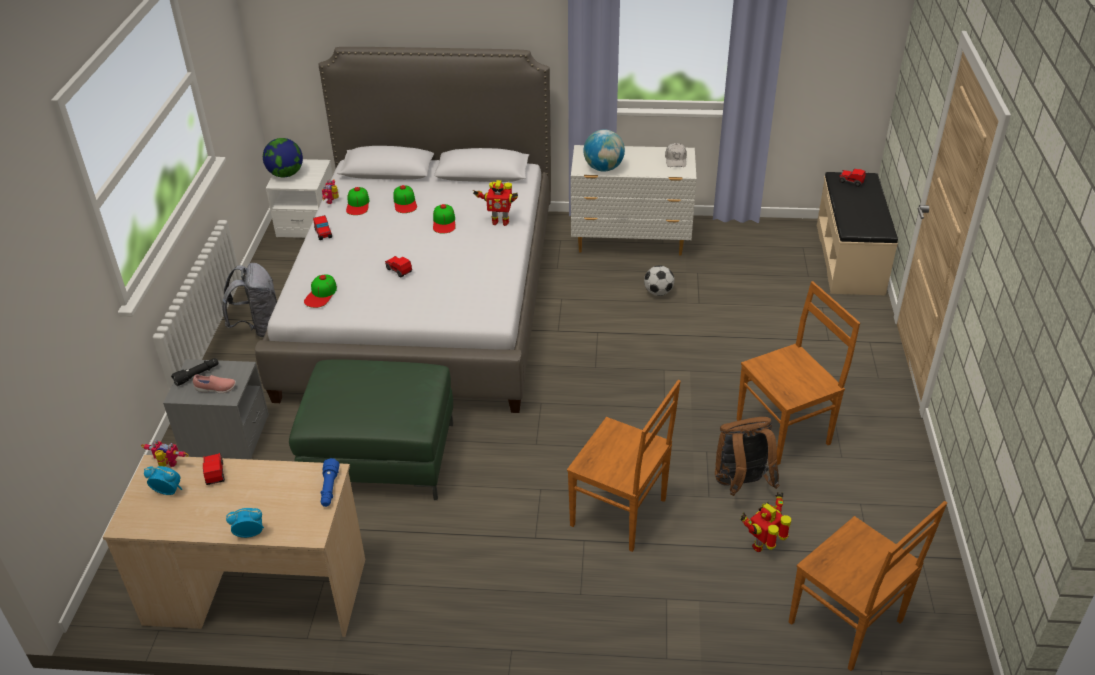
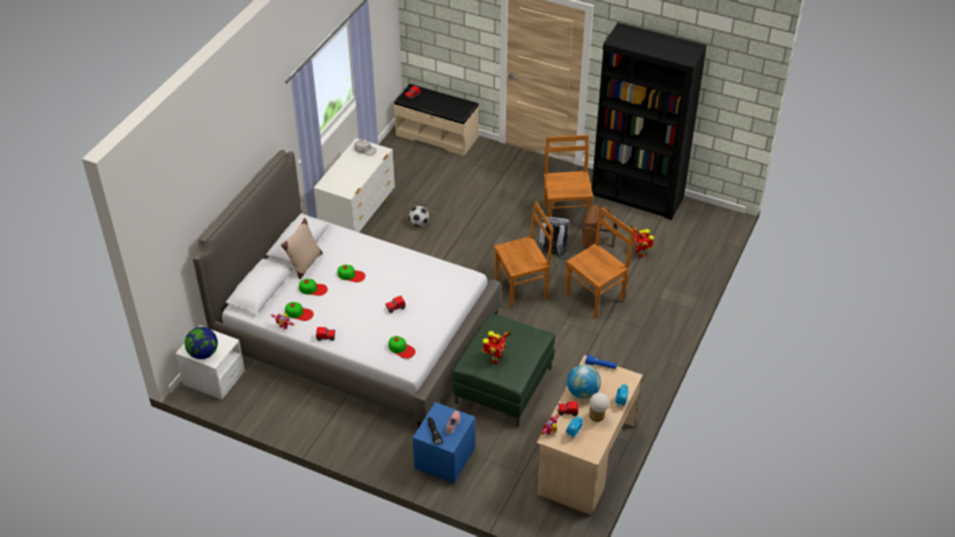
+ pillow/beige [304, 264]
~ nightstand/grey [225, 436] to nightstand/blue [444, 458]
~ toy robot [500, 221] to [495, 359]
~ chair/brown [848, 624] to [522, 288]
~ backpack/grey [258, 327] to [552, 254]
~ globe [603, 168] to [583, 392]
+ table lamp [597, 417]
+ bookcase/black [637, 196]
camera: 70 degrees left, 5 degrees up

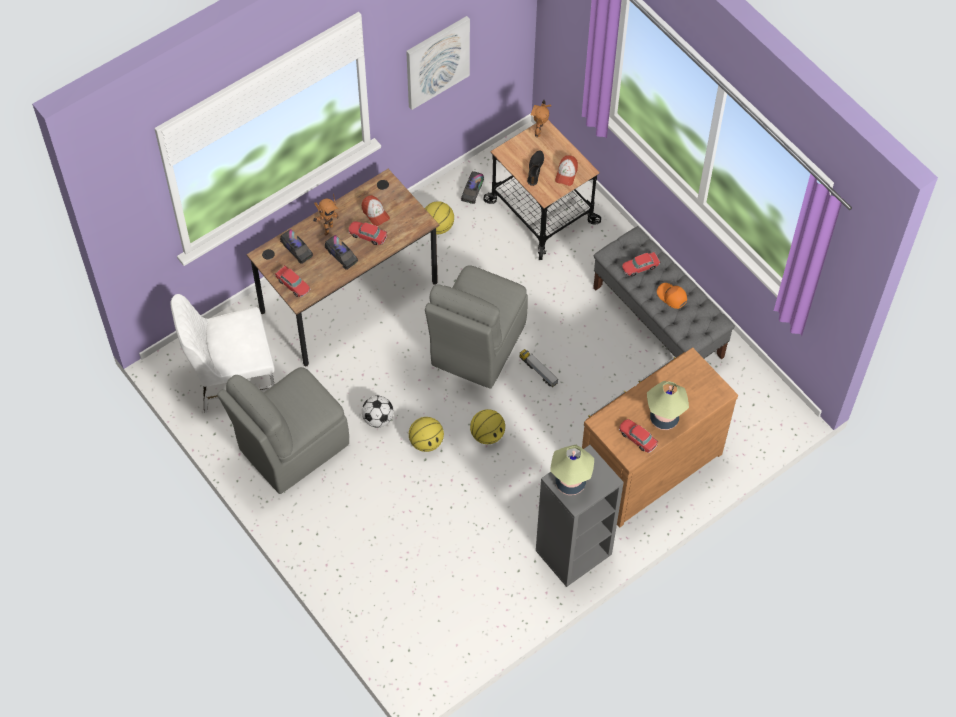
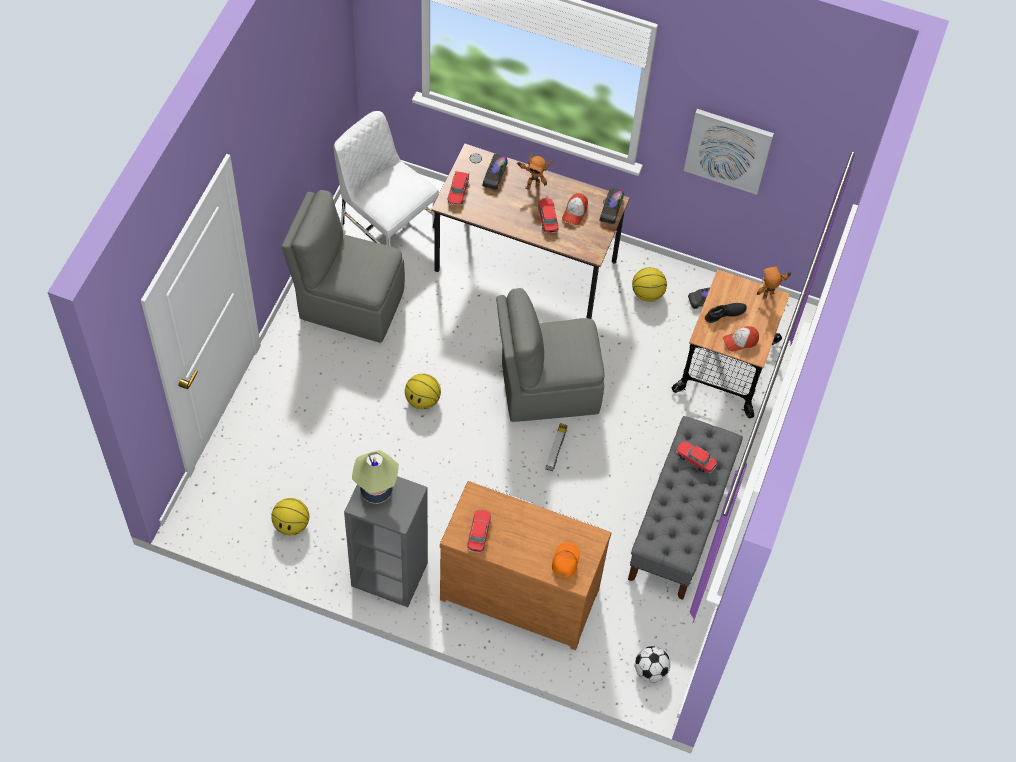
~ basketball [487, 434] to [292, 524]
~ cap/orange [671, 297] to [565, 561]
~ toy truck [341, 255] to [611, 210]
~ football [378, 419] to [650, 670]
- table lamp [664, 418]
camera: 55 degrees right, 0 degrees up

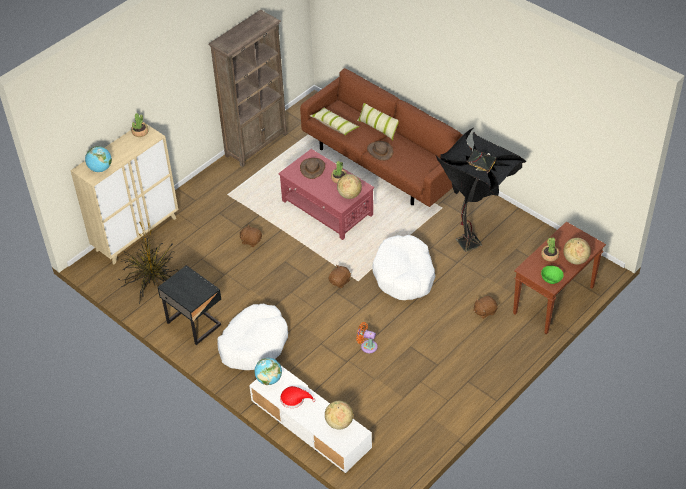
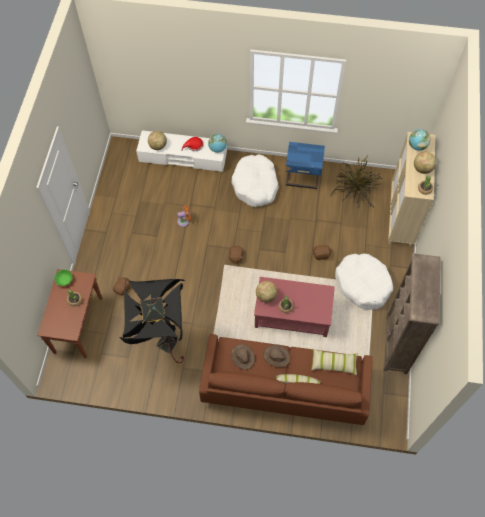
~ hat/brown [312, 168] to [242, 357]
~ nightstand/black [195, 323] to nightstand/blue [302, 178]
~ dog bed/white [404, 275] to [362, 284]
~ globe [575, 260] to [422, 169]
camera: 145 degrees right, 15 degrees up

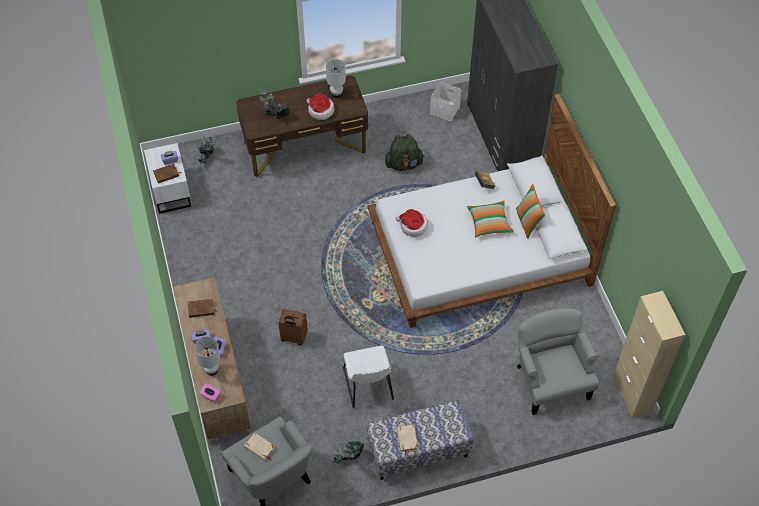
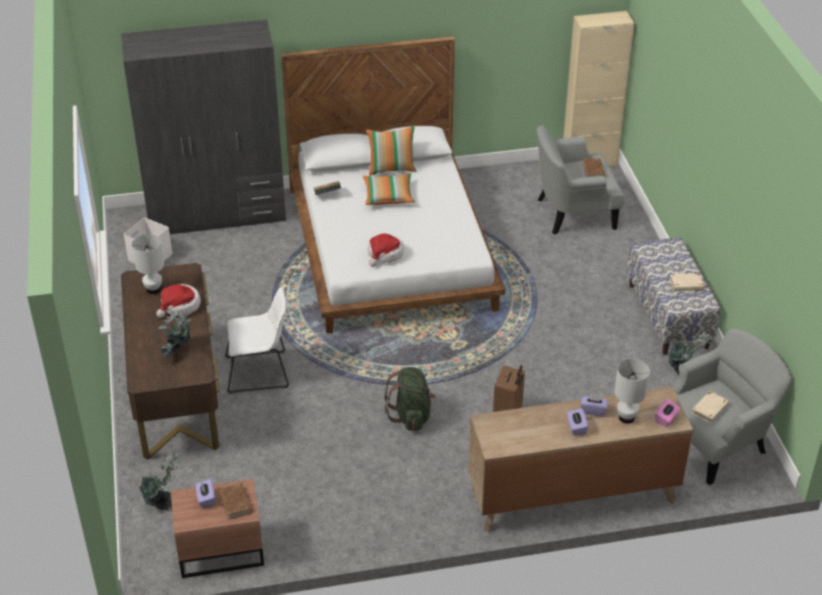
~ nightstand/white [171, 190] to nightstand/brown [219, 550]
~ chair/white [368, 386] to [260, 372]
~ backpack/green [404, 164] to [411, 415]
~ book/brown [201, 309] to [593, 170]
camera: 85 degrees left, 15 degrees down

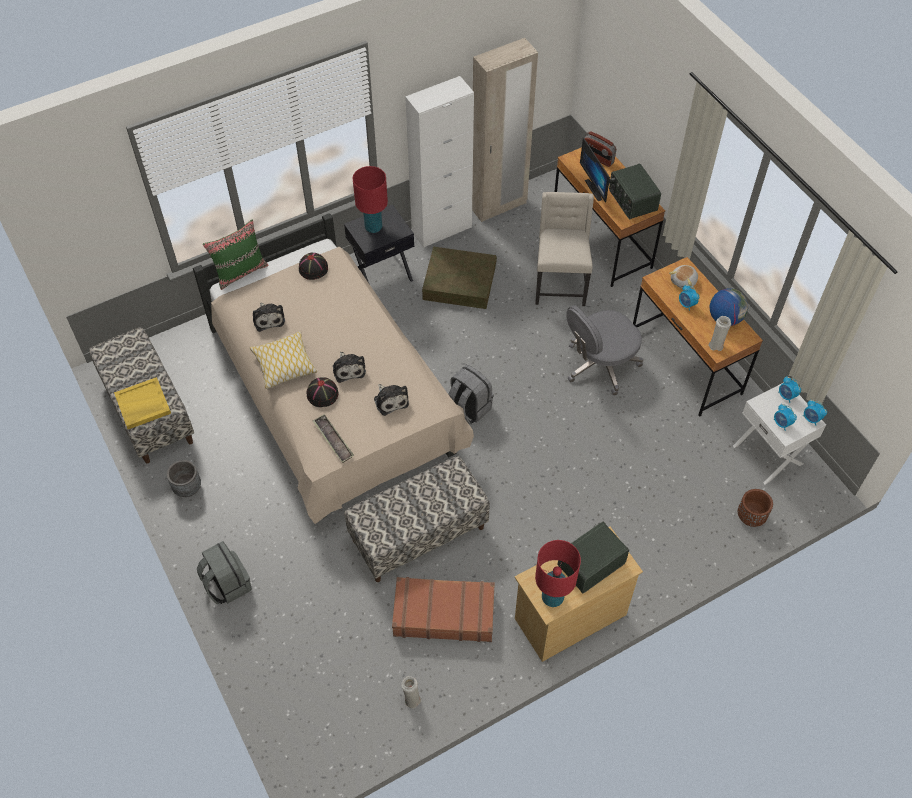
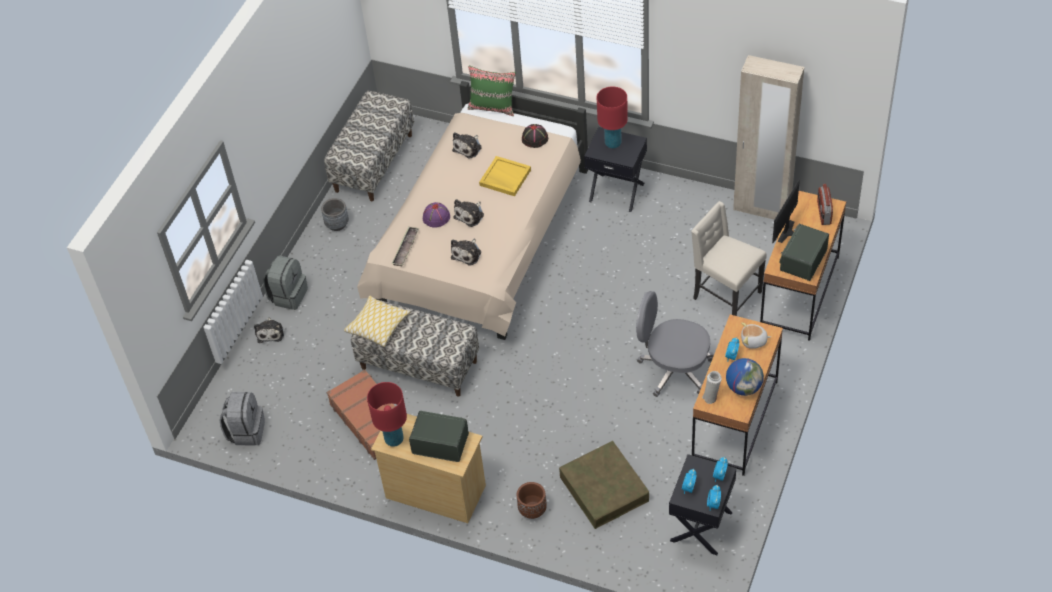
~ backpack/grey [468, 408] to [246, 431]
+ plush toy [270, 332]
~ pillow [284, 365] to [378, 326]
~ hat/black [322, 394] to hat/purple [436, 217]
~ tray/yellow [142, 405] to [504, 178]
~ planter/brown [750, 517] to [532, 510]
~ storage box/brown [459, 282] to [604, 489]
~ nightstand/white [768, 454] to nightstand/black [702, 527]
~ chair/beige [559, 285] = [725, 296] 105 degrees counterclockwise
- vase/white [411, 699]
- cabinet/white [441, 229]
camera: 55 degrees right, 5 degrees down

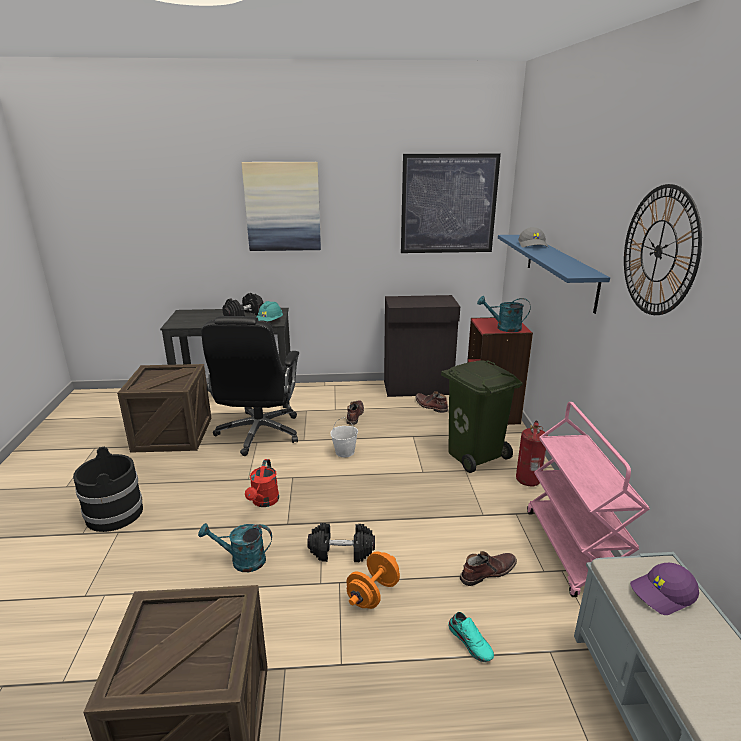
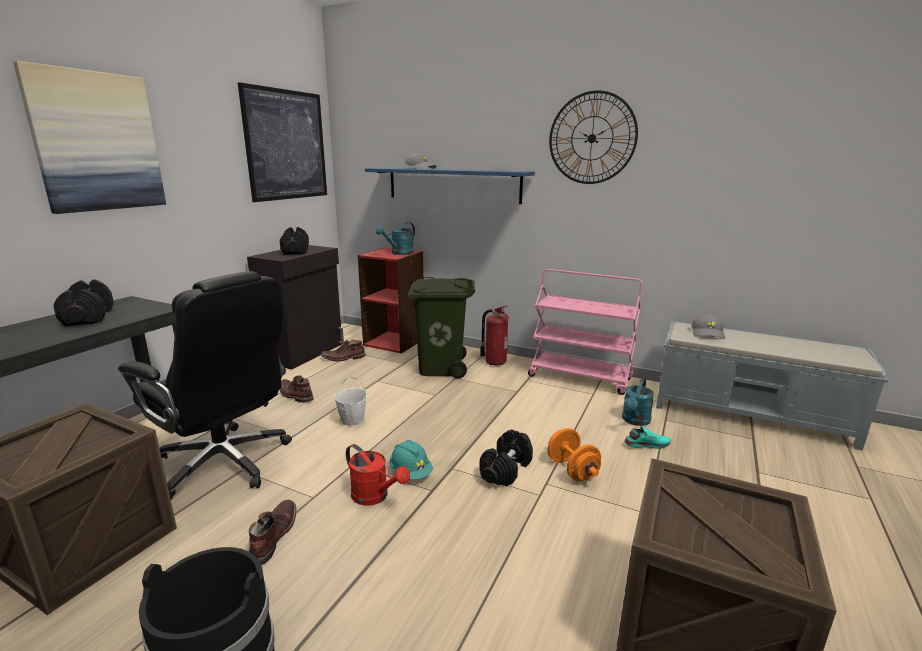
~ boot/brown [487, 572] to [273, 536]
+ dumbbell/black [295, 251]
~ hard hat/turquoise [270, 322] to [410, 473]
~ watering can/turquoise [242, 561] to [635, 421]
~ cap/purple [663, 594] to cap/grey [708, 333]
camera: 60 degrees left, 5 degrees down

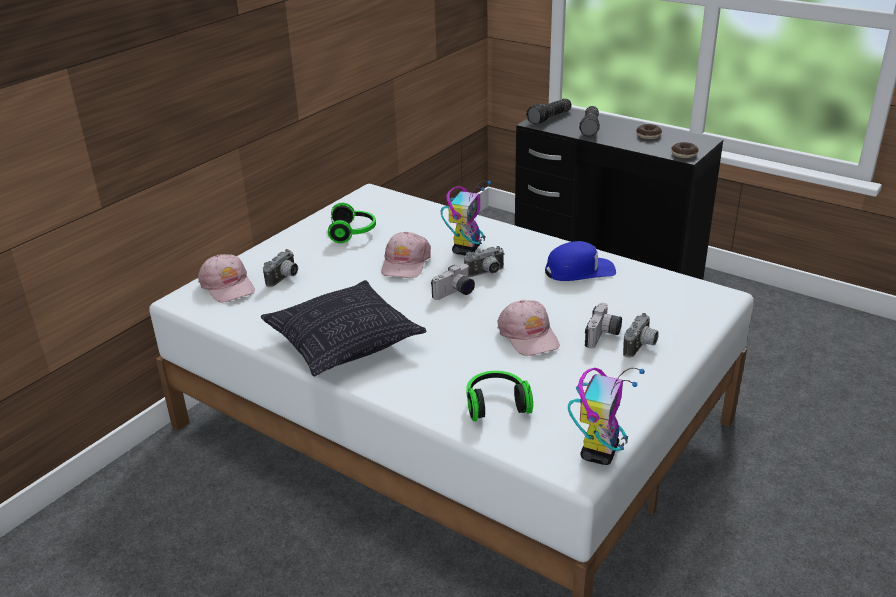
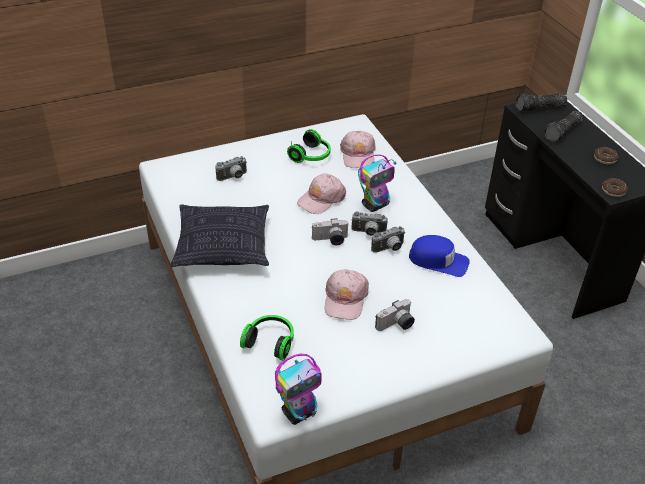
~ cap/pink [228, 286] to [358, 155]
~ photo camera [641, 347] to [389, 249]
camera: 30 degrees right, 10 degrees up

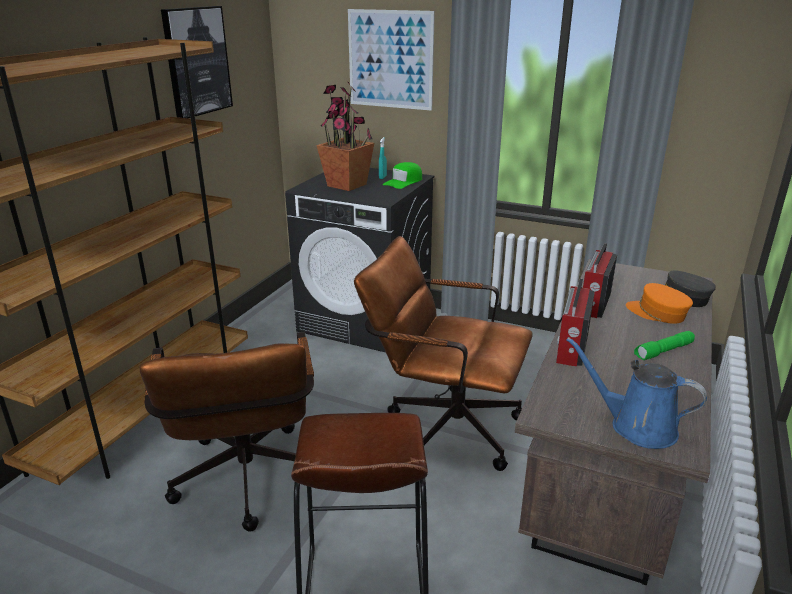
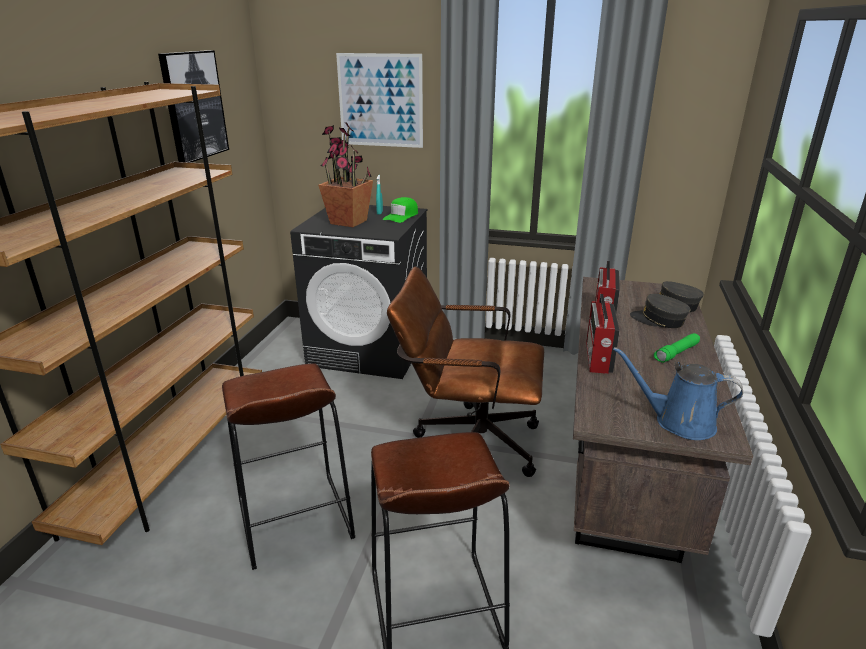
~ office chair/brown [247, 485] to stool/brown [294, 520]
~ cap/orange [657, 313] to cap/grey [658, 320]
camera: 10 degrees left, 0 degrees up

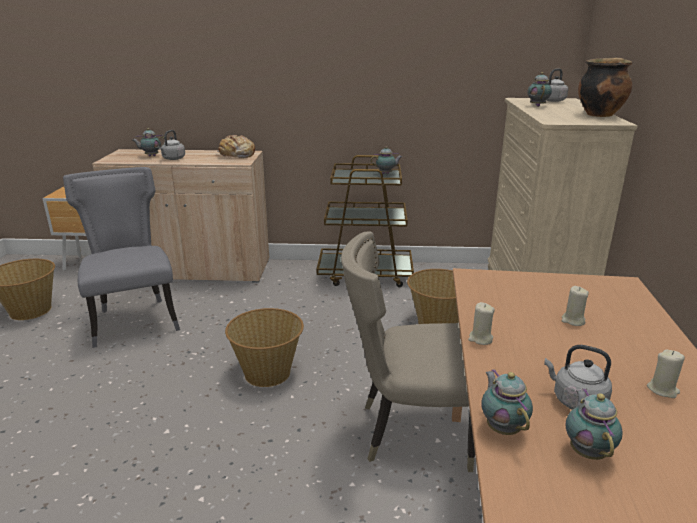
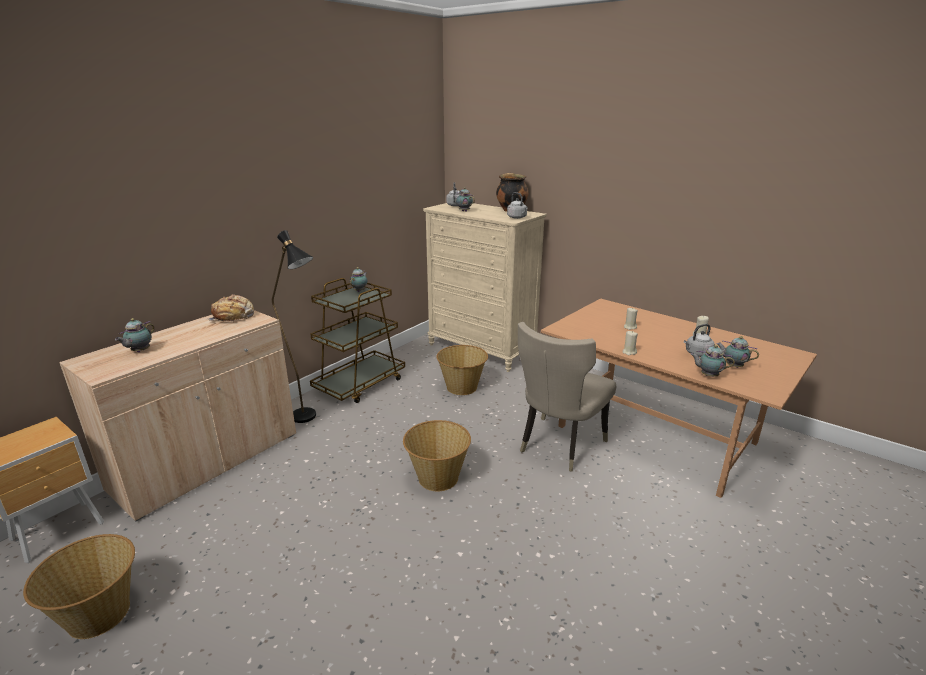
+ floor lamp/black [309, 419]
~ kettle/grey [173, 159] to [517, 217]
- chair/grey [135, 320]
camera: 55 degrees left, 0 degrees up

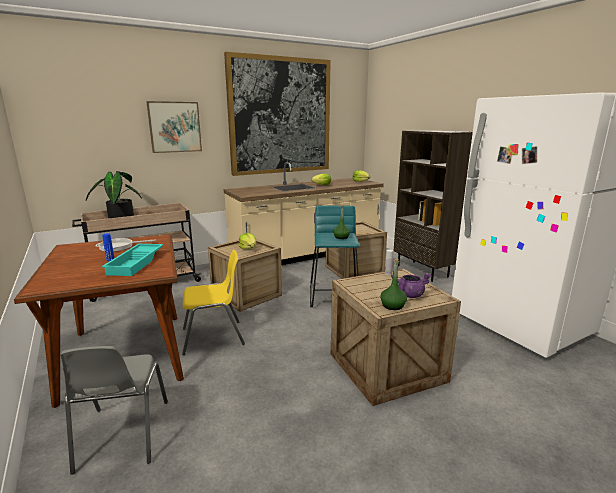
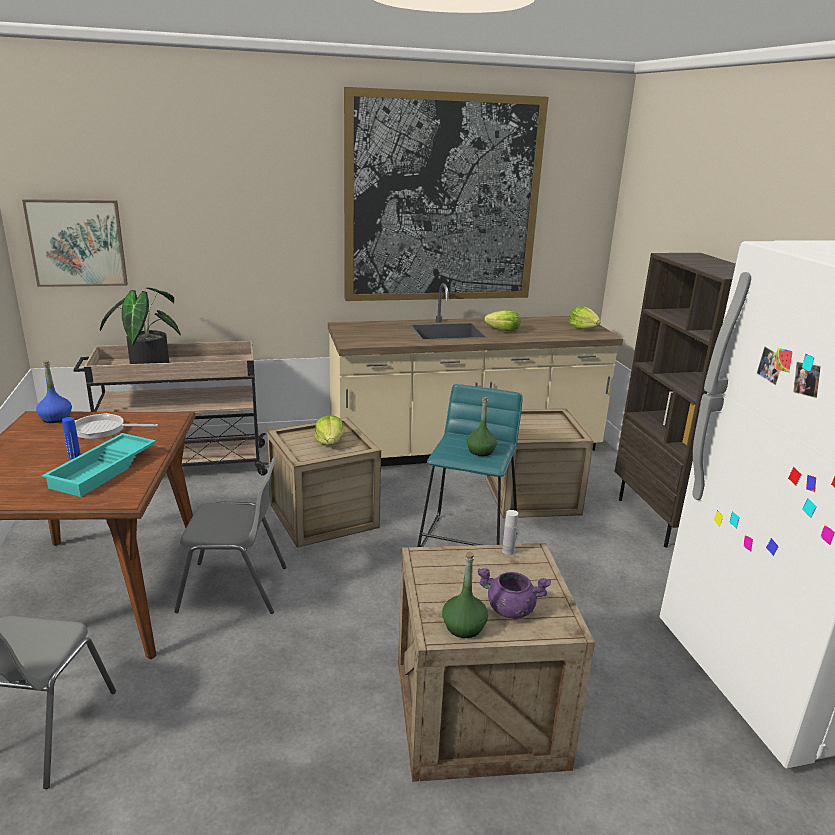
~ picture [175, 127] to [77, 243]
+ bottle/blue [56, 418]
~ chair/yellow [214, 337] to chair/grey [235, 589]
camera: 15 degrees right, 5 degrees up

